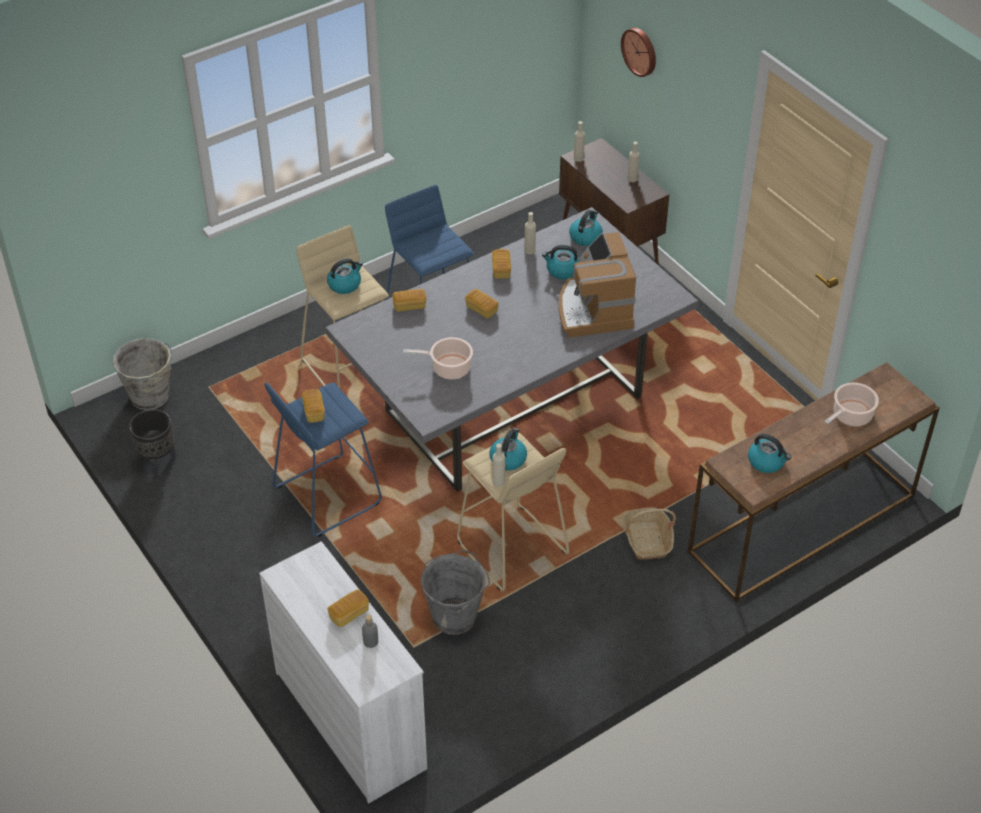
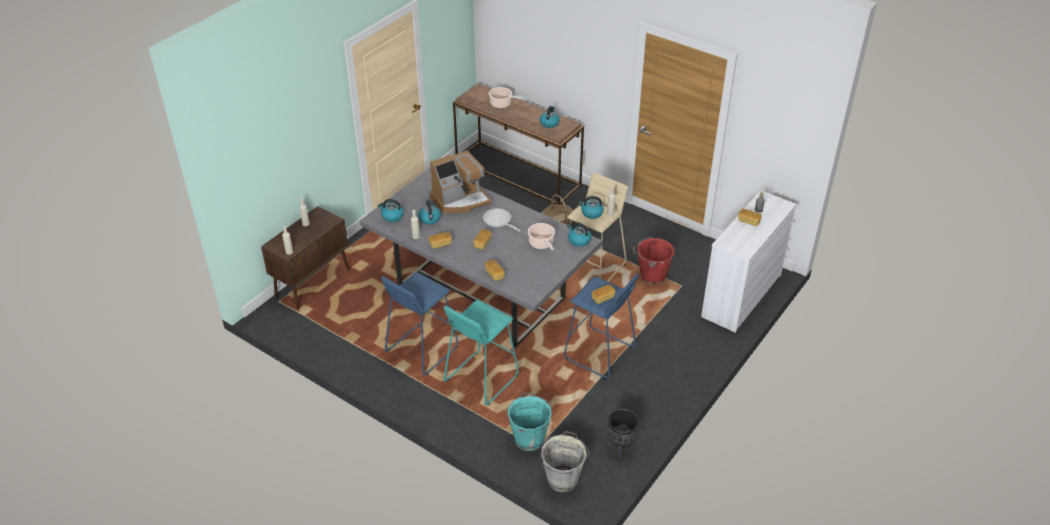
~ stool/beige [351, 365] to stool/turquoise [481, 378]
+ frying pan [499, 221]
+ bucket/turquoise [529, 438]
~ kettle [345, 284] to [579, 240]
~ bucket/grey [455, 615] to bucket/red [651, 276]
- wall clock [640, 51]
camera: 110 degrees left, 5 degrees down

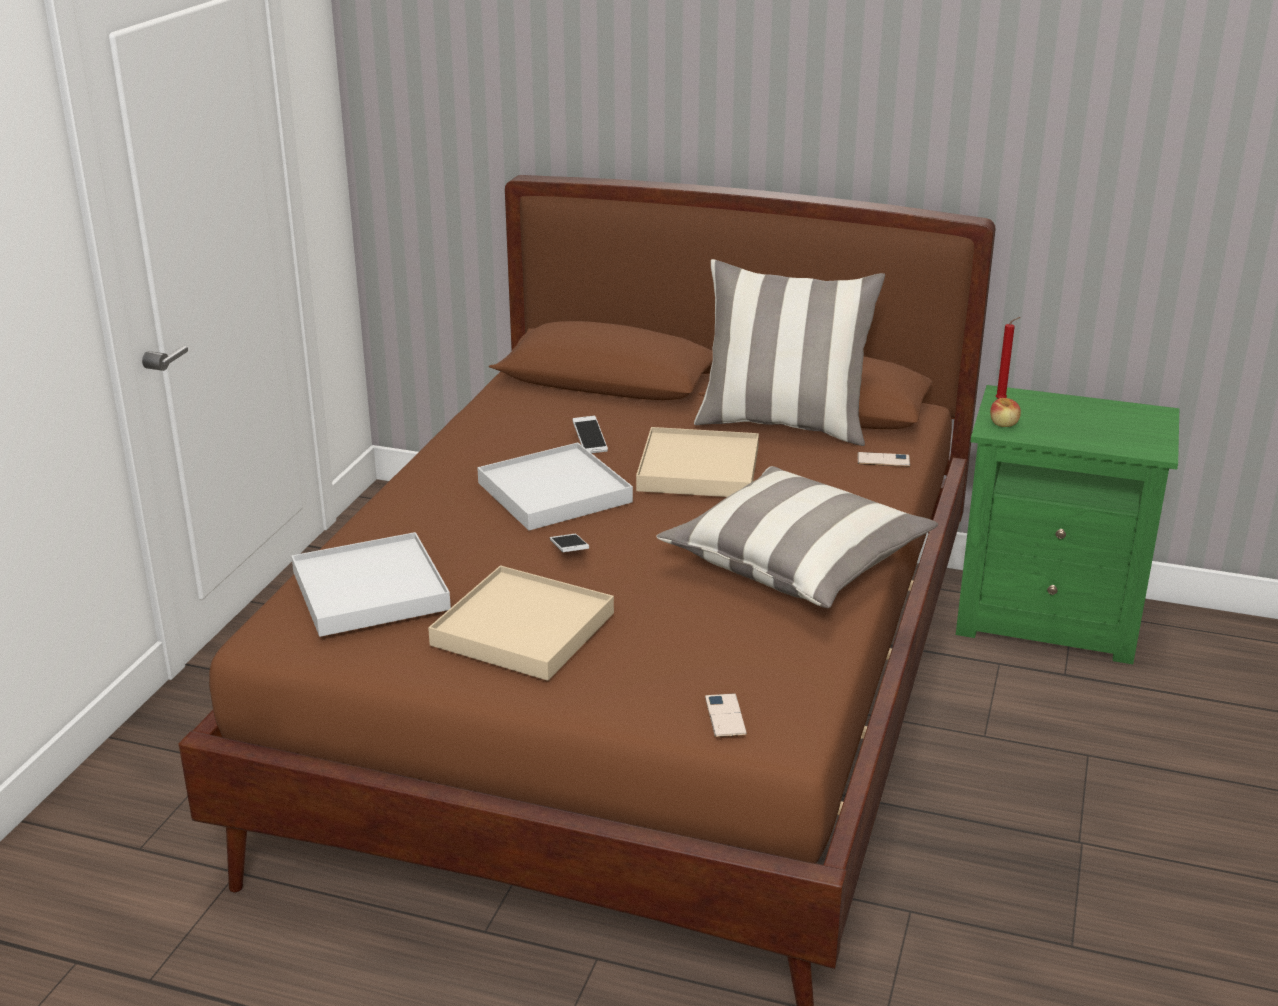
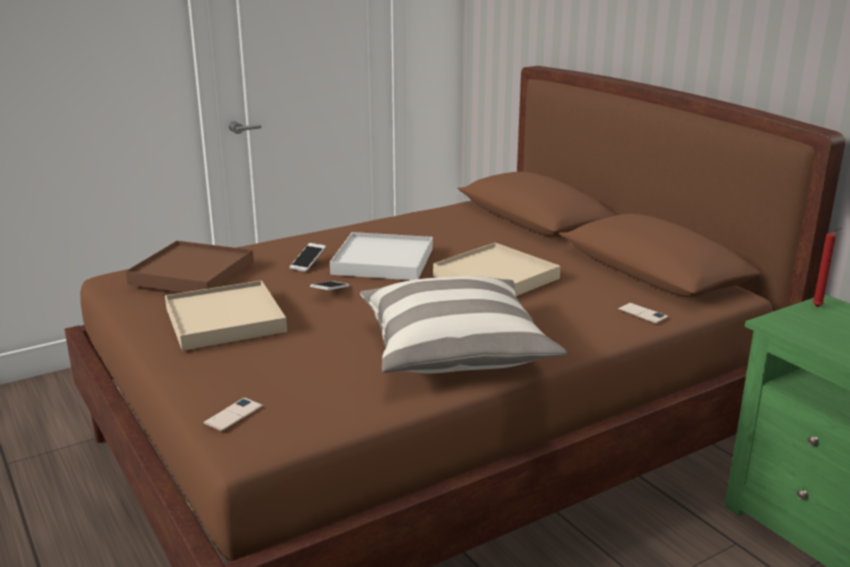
~ tray/white [370, 591] to tray/brown [192, 273]
~ phone [590, 442] to [308, 263]
- pillow [783, 425]
- apple [1004, 424]
camera: 40 degrees right, 5 degrees down

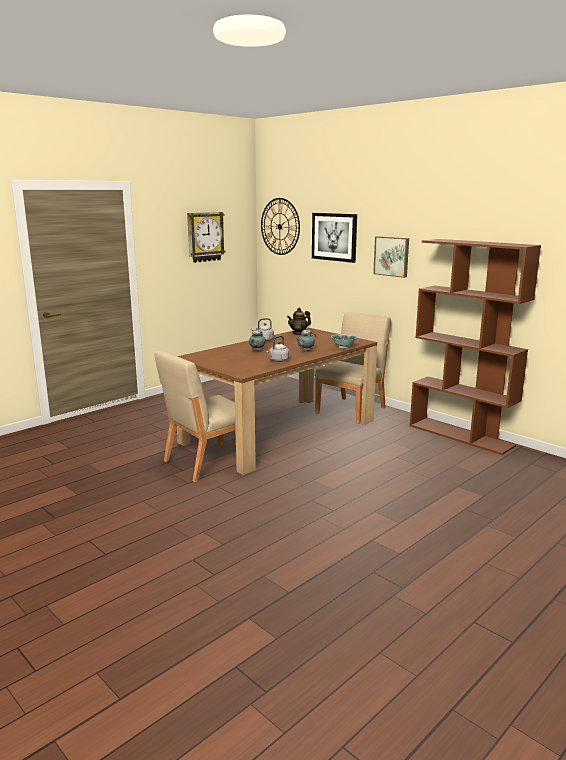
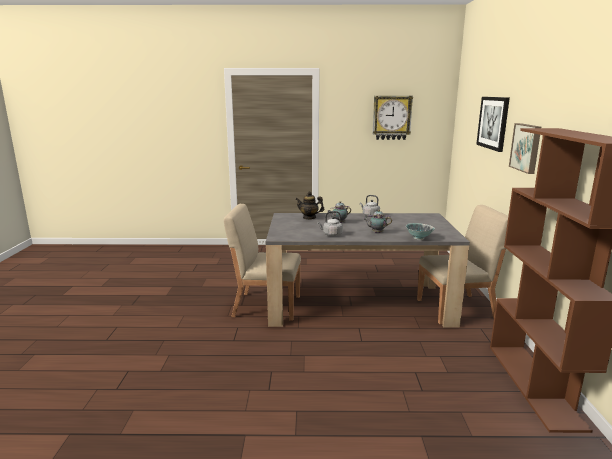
~ dining table/brown [279, 431] to dining table/grey [358, 303]
~ teapot [299, 333] to [309, 217]
- wall clock [280, 226]
camera: 45 degrees right, 0 degrees up

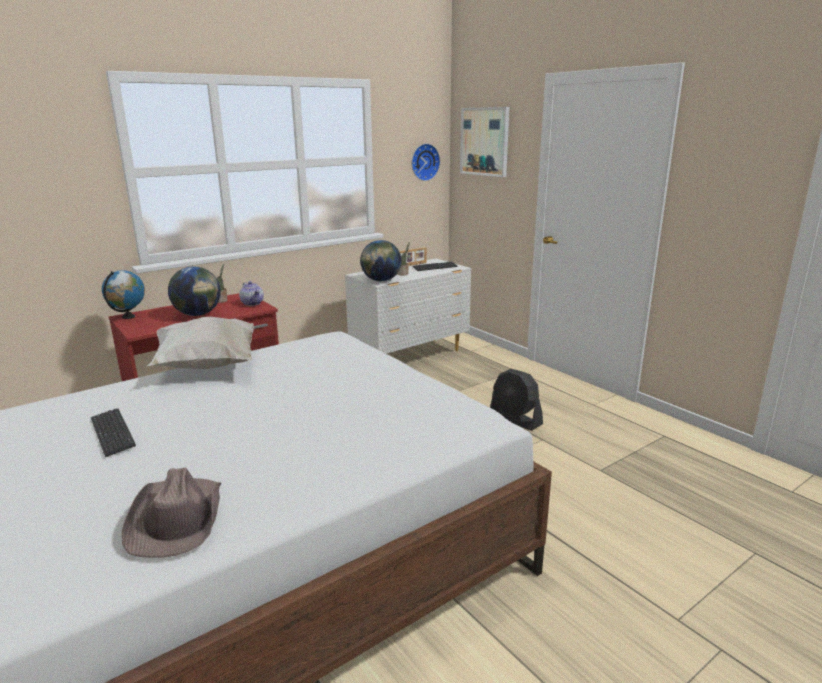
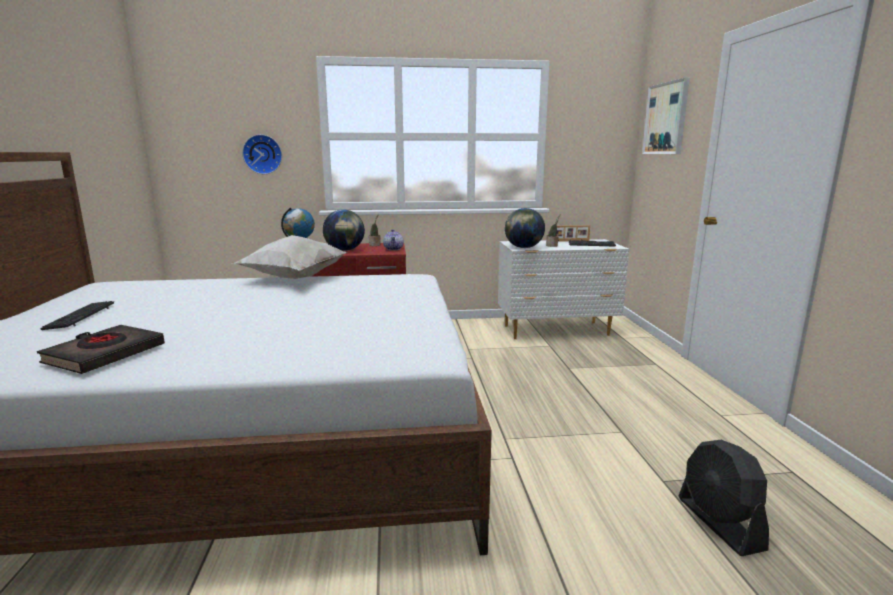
~ hat/brown [177, 518] to book/black [105, 355]
~ keyboard [112, 433] to [80, 317]
~ wall clock [424, 162] to [263, 154]
~ fan/black [515, 419] to [719, 523]
camera: 30 degrees right, 5 degrees down

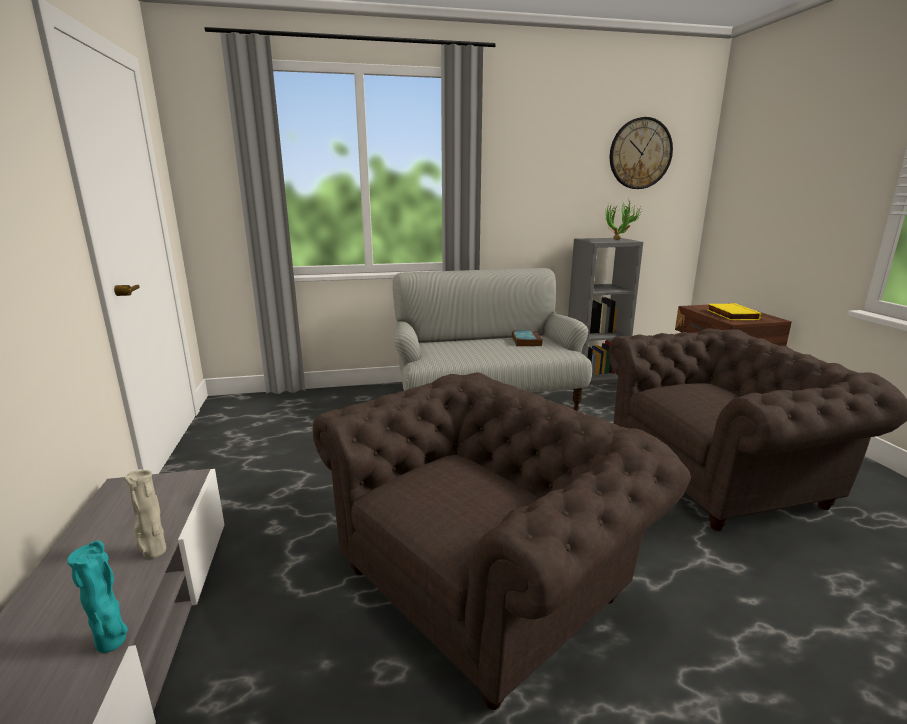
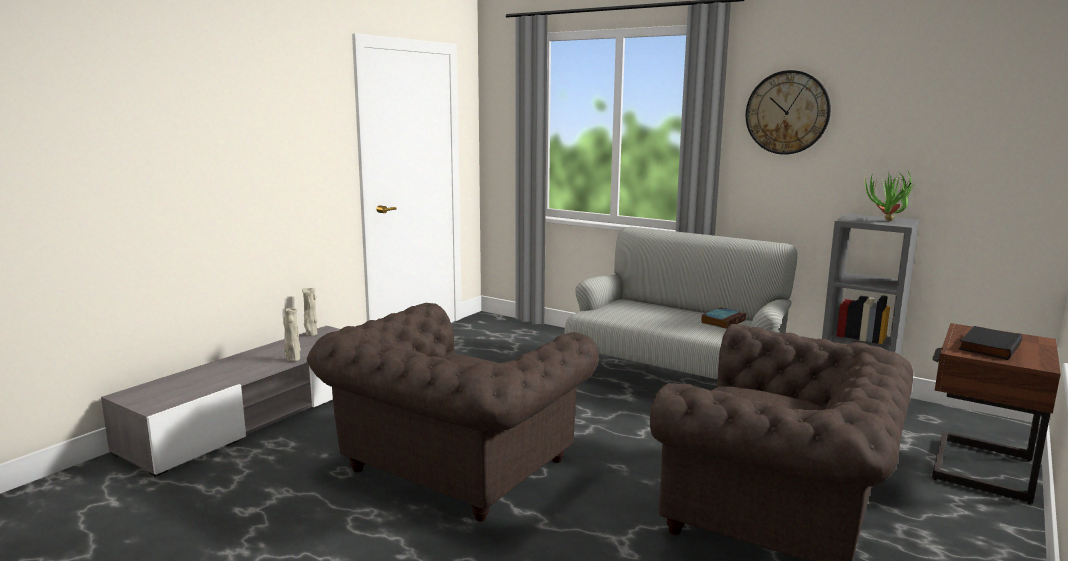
+ vase/beige [311, 335]
~ armchair/brown [488, 580] = [452, 468] 120 degrees clockwise
~ wall clock [640, 153] to [787, 112]
~ book/yellow [731, 315] to book/black [988, 346]
- vase/turquoise [112, 643]
camera: 45 degrees right, 5 degrees down

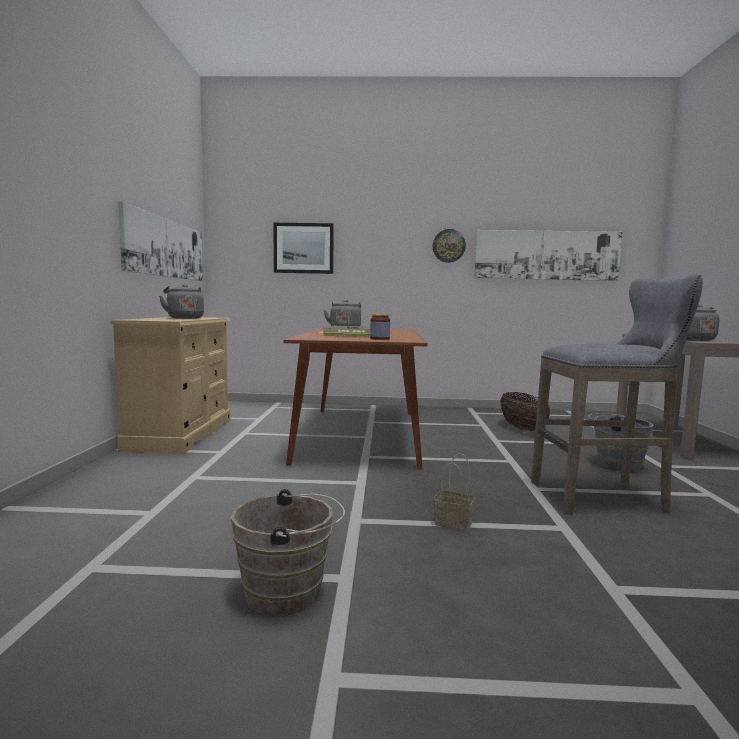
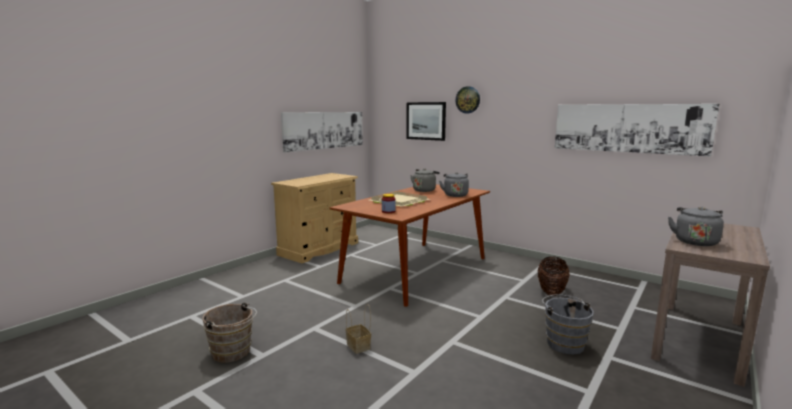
~ kettle/grey [184, 318] to [455, 195]
~ wall clock [448, 246] to [468, 100]
- stool/grey [603, 497]
camera: 35 degrees right, 5 degrees up

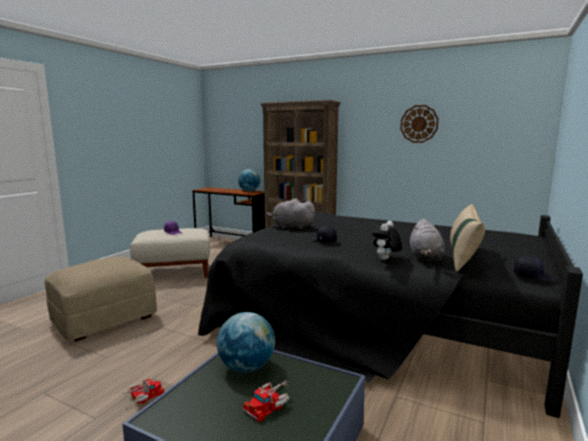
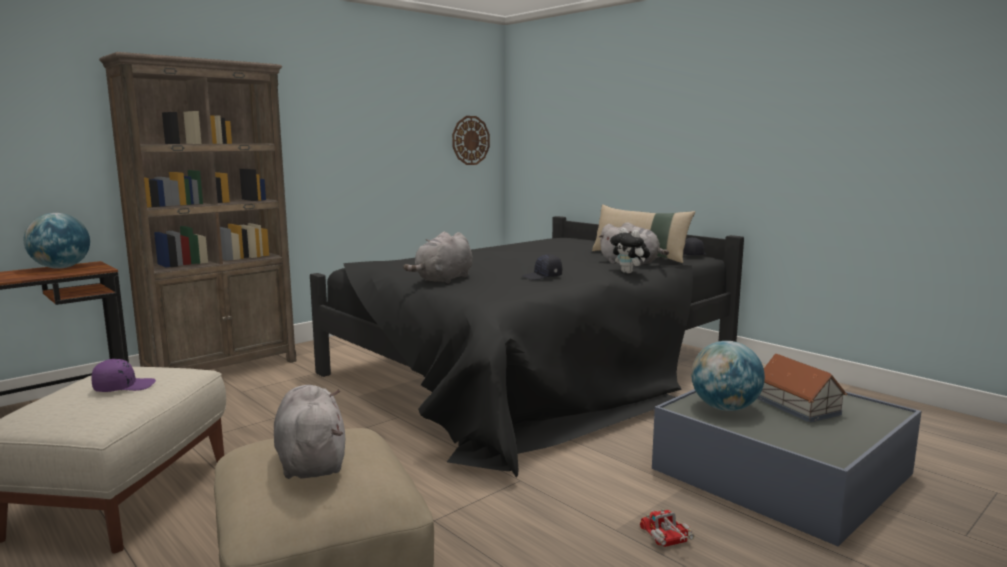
+ plush toy/grey [311, 461]
~ wall clock [419, 124] to [470, 140]
~ toy truck [269, 405] to toy house [797, 406]
camera: 70 degrees left, 0 degrees up

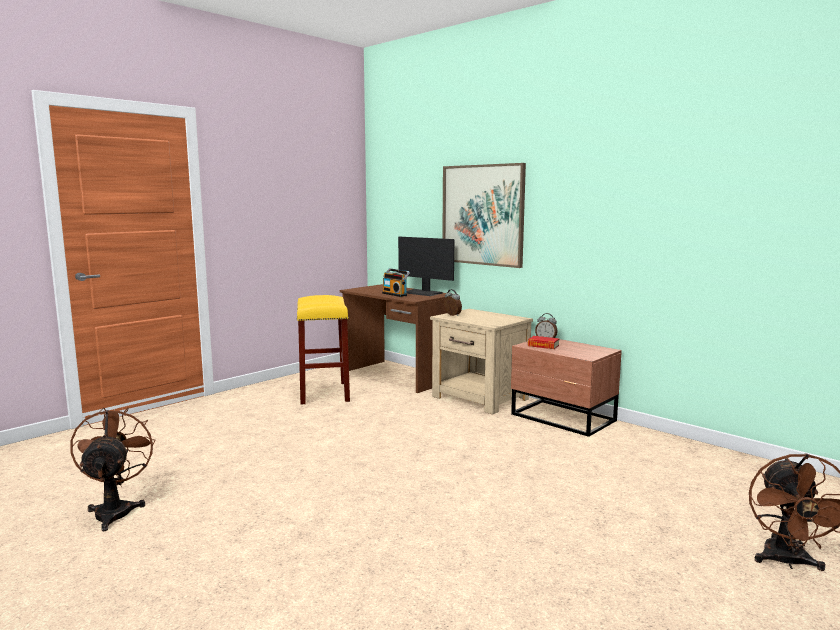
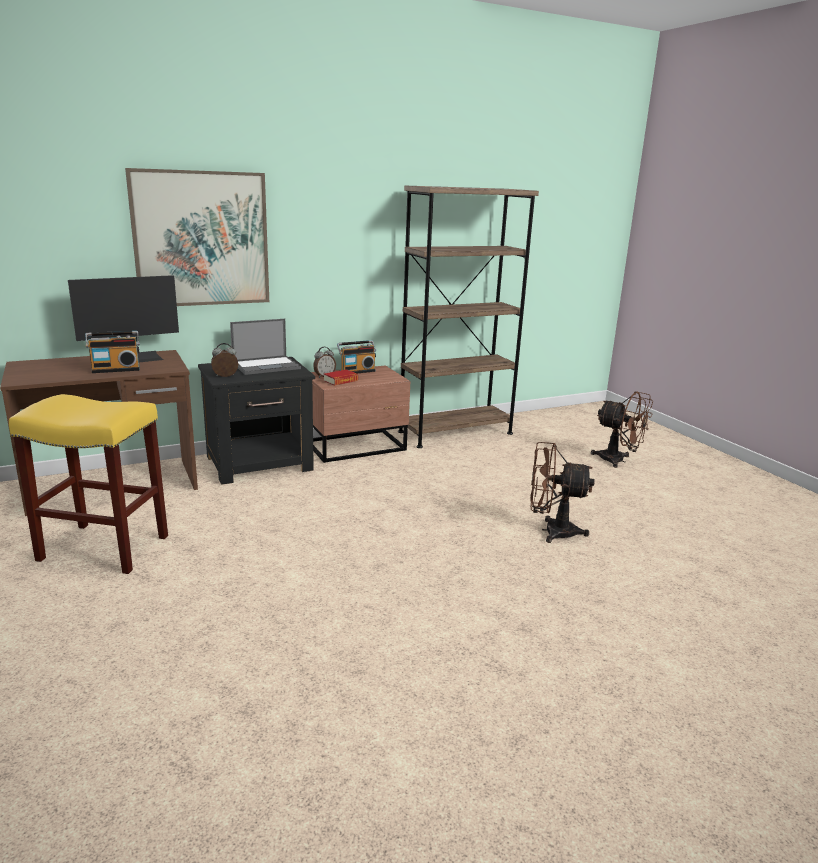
~ nightstand/beige [480, 398] to nightstand/black [261, 463]
+ laptop [267, 366]
+ radio [357, 371]
+ bookcase/brown [455, 432]
~ fan/brown [116, 510] to [551, 531]
camera: 70 degrees left, 10 degrees up

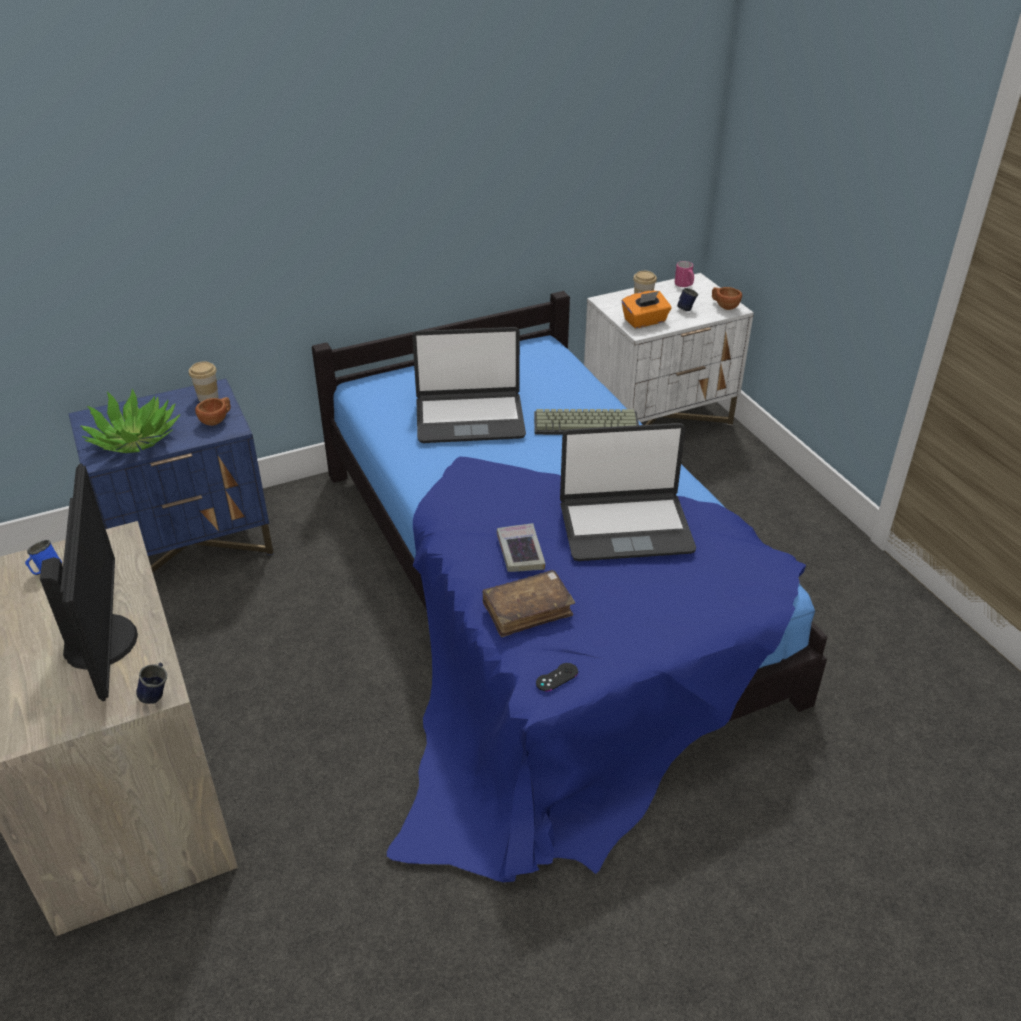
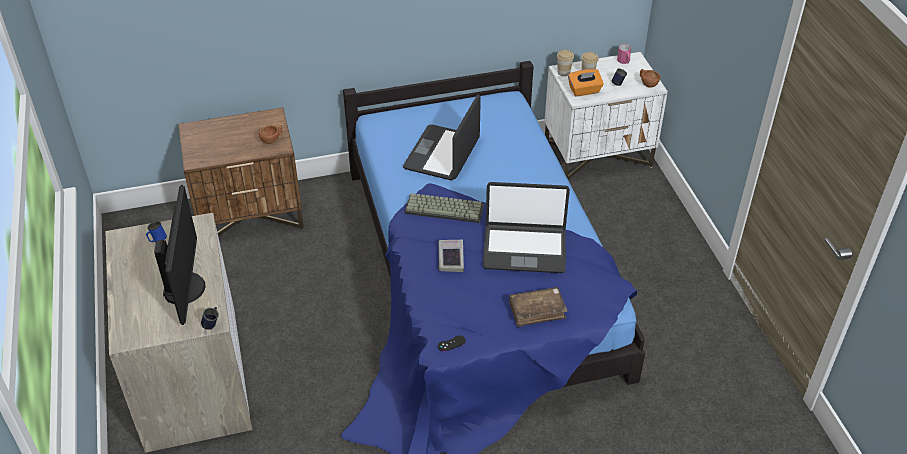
~ nightstand/blue [191, 544] to nightstand/brown [250, 215]
~ laptop [469, 418] = [443, 154] 105 degrees clockwise
~ keyboard [587, 423] to [445, 208]
~ book/brown [527, 610] to [537, 311]
~ cup [208, 397] to [563, 72]
- potted plant [135, 439]
camera: 10 degrees right, 5 degrees up

